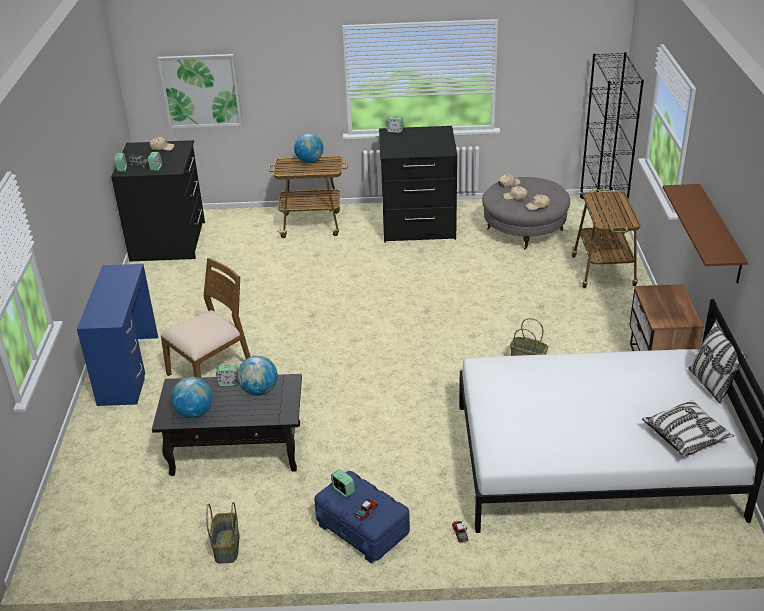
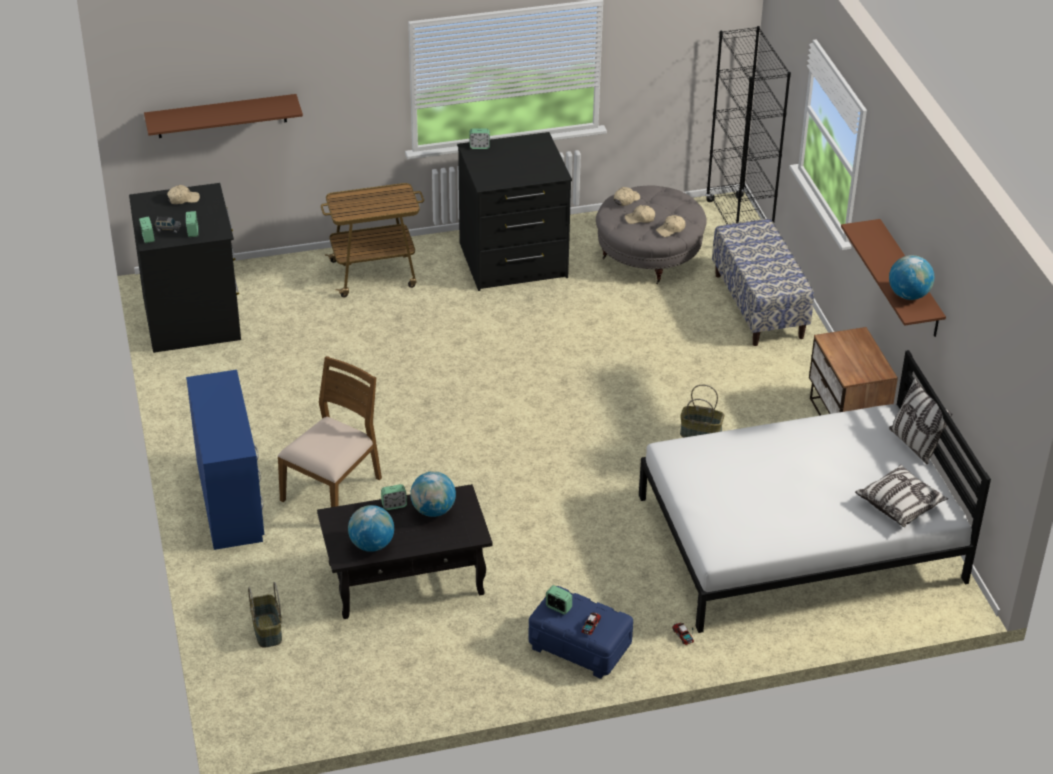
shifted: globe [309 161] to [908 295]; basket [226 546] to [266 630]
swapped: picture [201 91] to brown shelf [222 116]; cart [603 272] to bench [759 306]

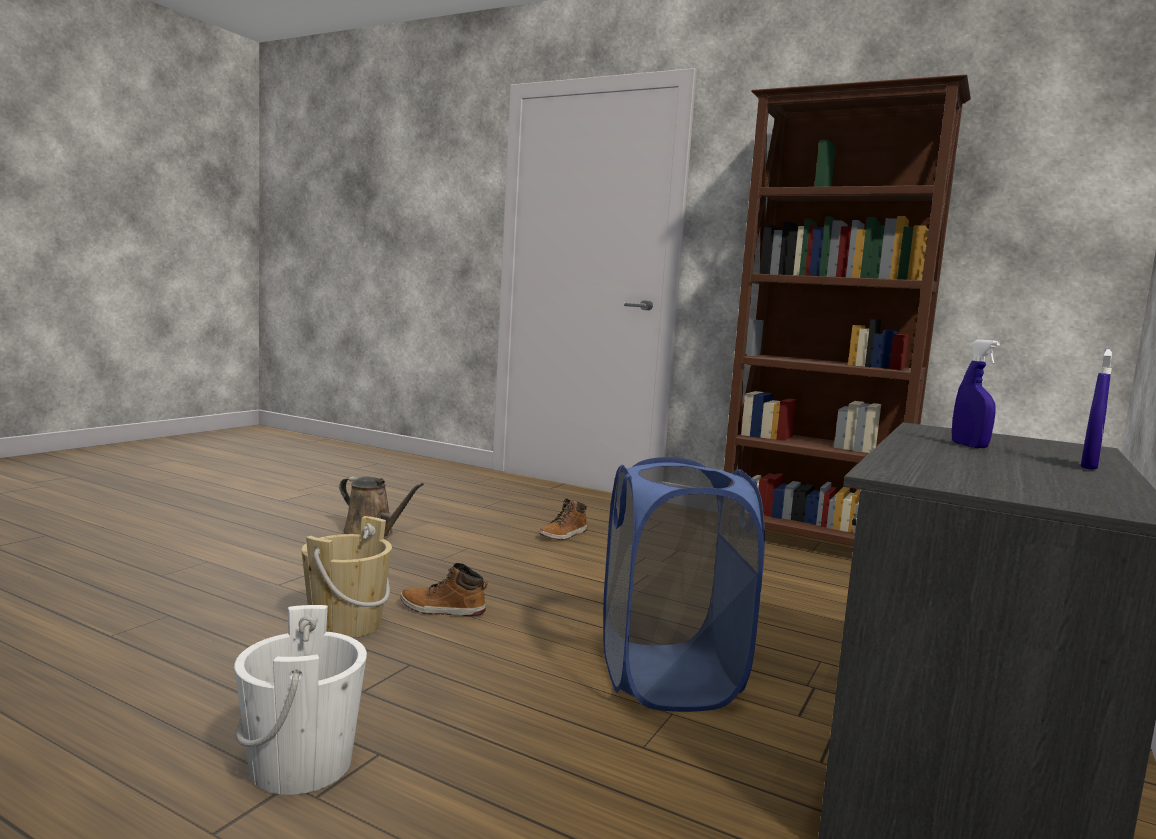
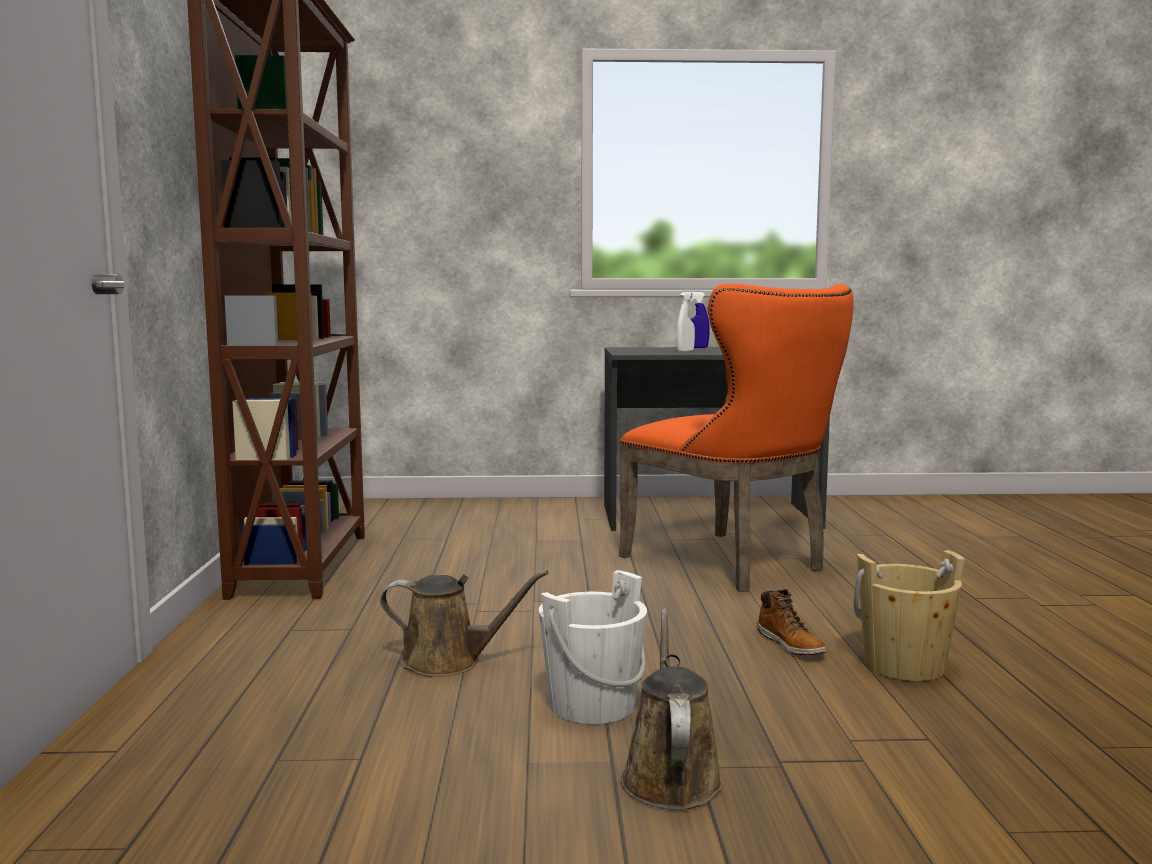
shifted: white bucket [301 765] to [592 705]
swapped: blue laundry basket [668 677] to orange chair [734 564]; boot [564 535] to brown watering can [449 662]
repainted: blue spray bottle [969 445] to white spray bottle [685 351]

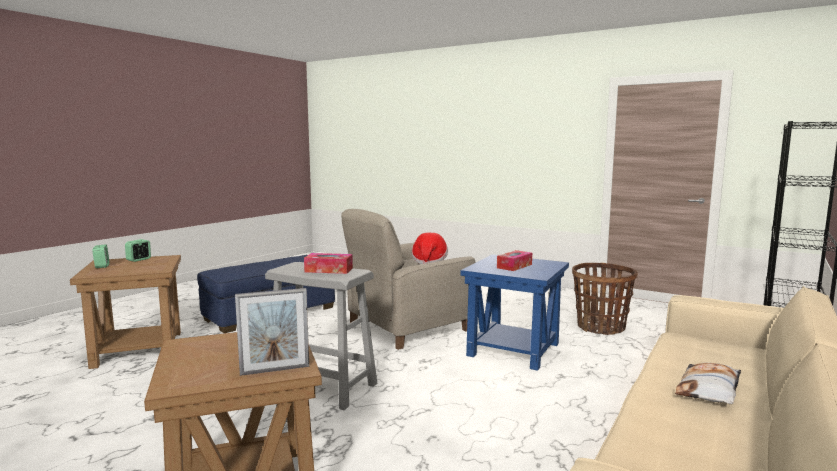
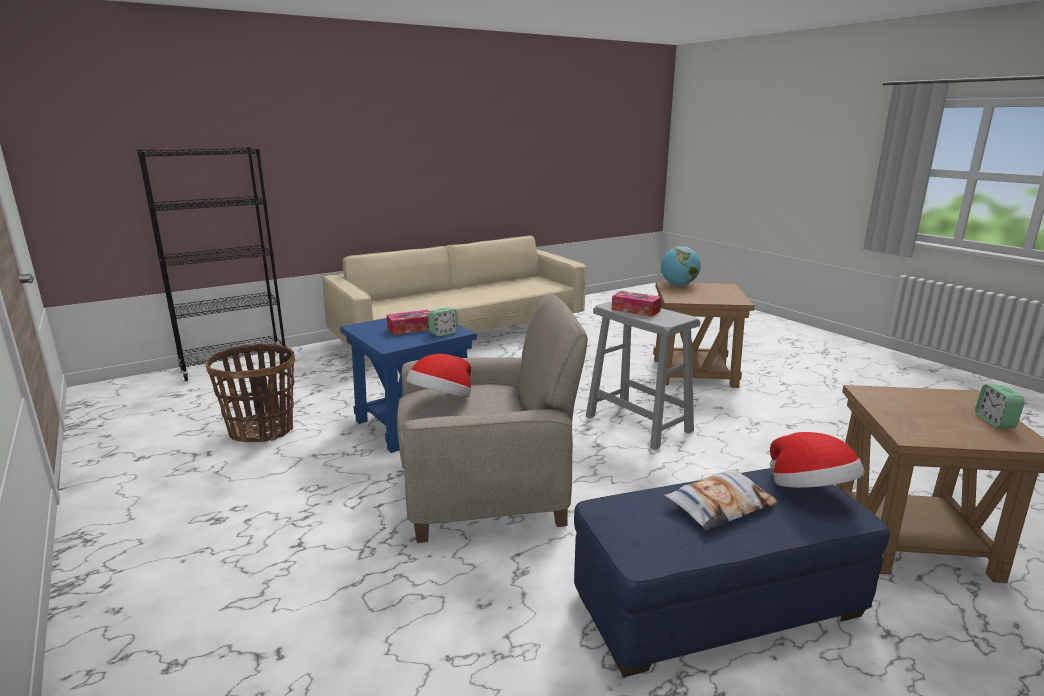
new: hat [810 491]
shifted: alarm clock [139 259] to [443 333]; pillow [709 390] to [720 505]
swapped: picture frame [275 370] to globe [678 285]

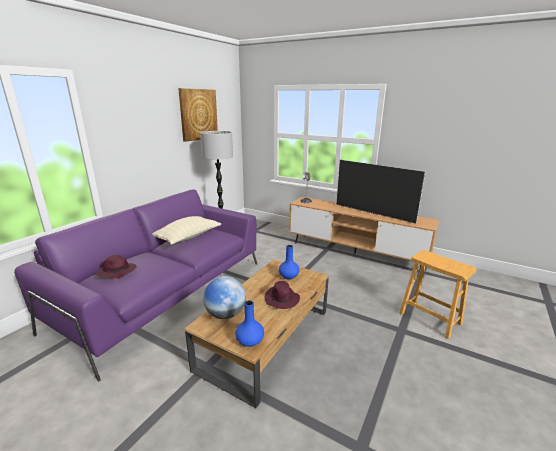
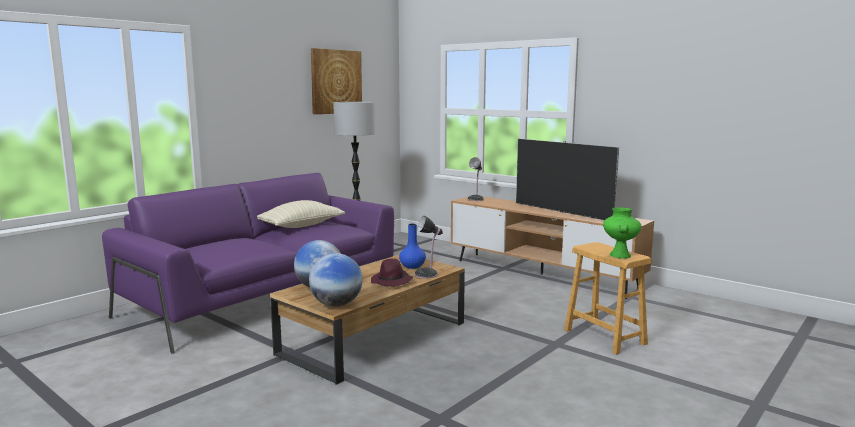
gone: purple hat [116 272]
new: green vase [619 255]; table lamp [427 274]
swapped: blue vase [249 341] to globe [336 305]

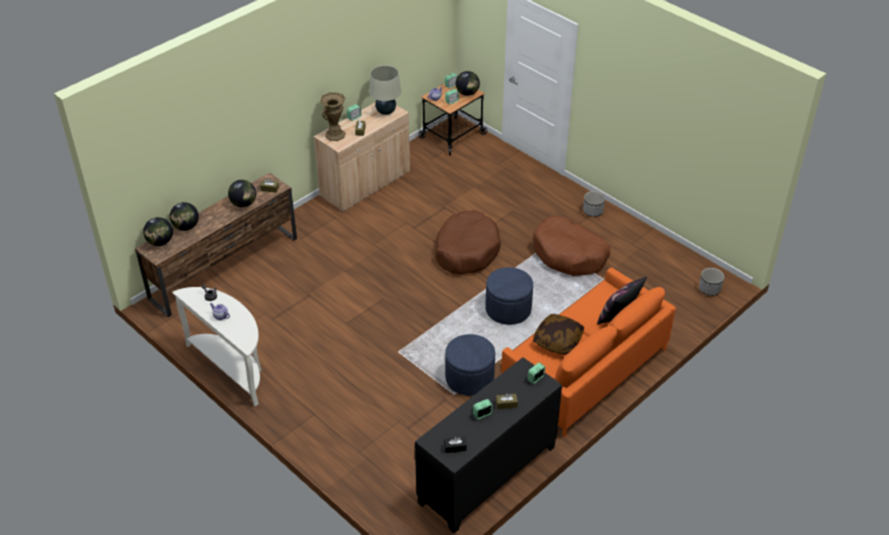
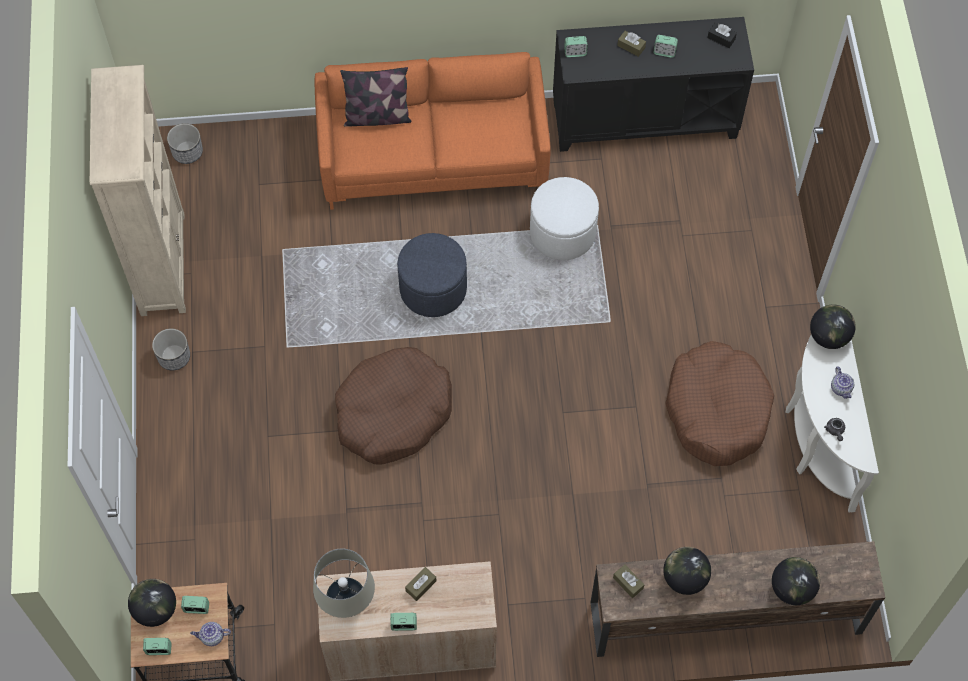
gone: brown vase [335 135]; pillow [558 340]
new: beige bookcase [163 263]
shifted: brown dog bed [569 254] to [717 410]; globe [160 242] to [829 336]
repainted: blue ottoman [469 378] to white ottoman [562 232]

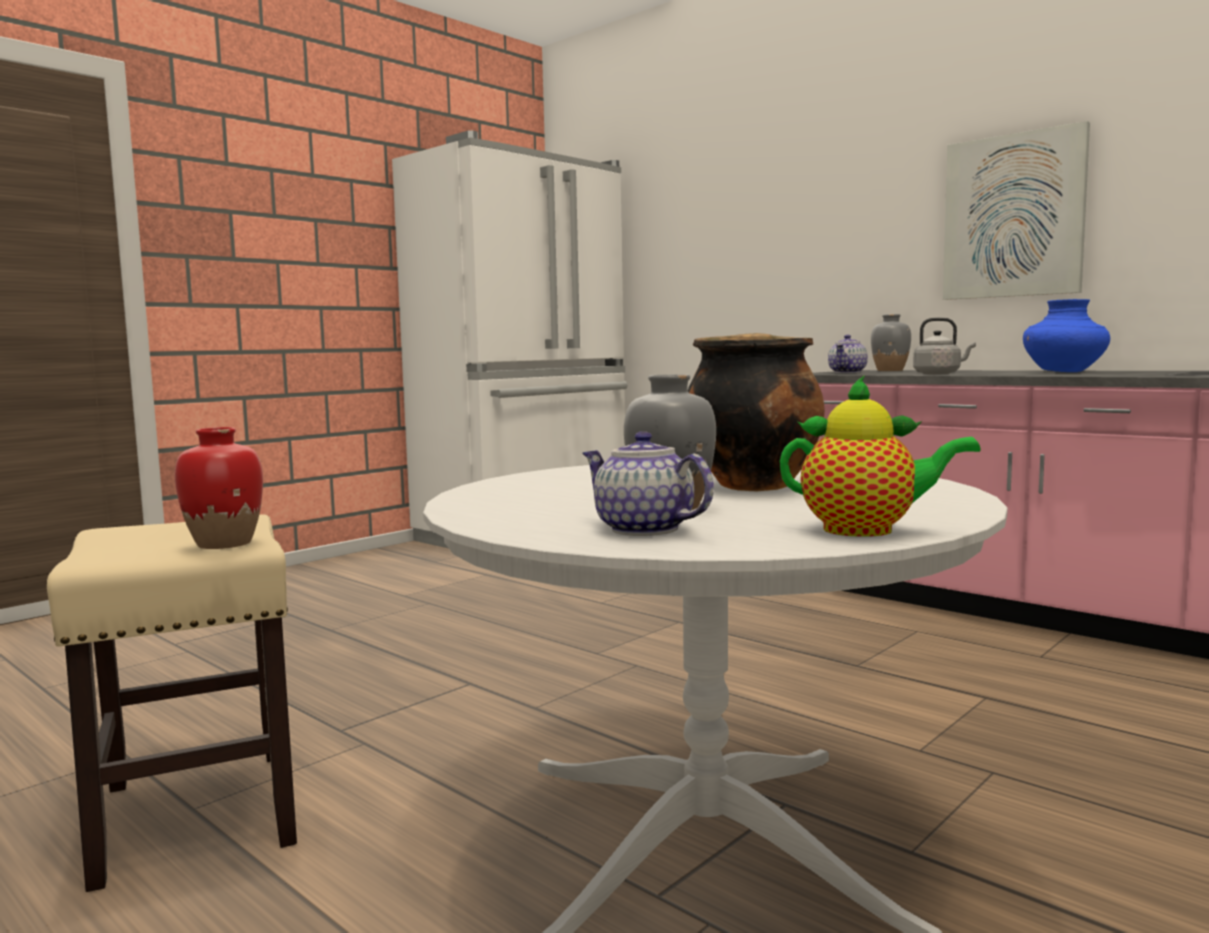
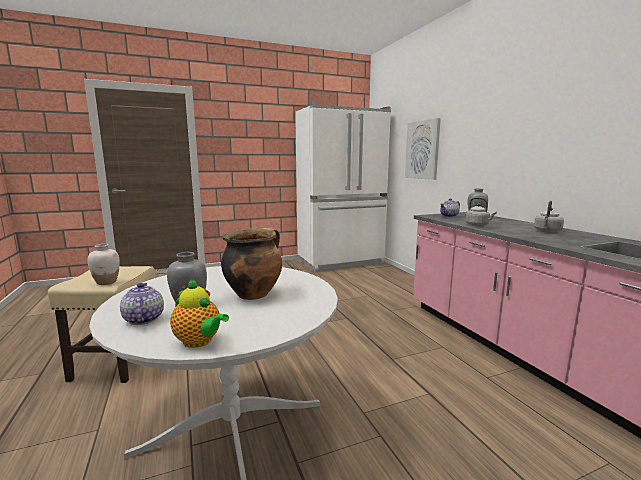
shifted: picture [1013 216] to [422 150]
swapped: blue vase [1064 372] to grey kettle [547 231]
repainted: red vase [224 543] to white vase [107 282]

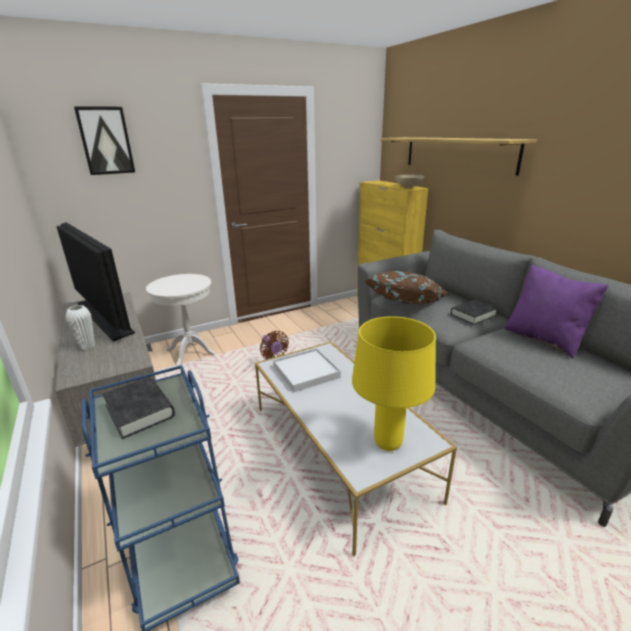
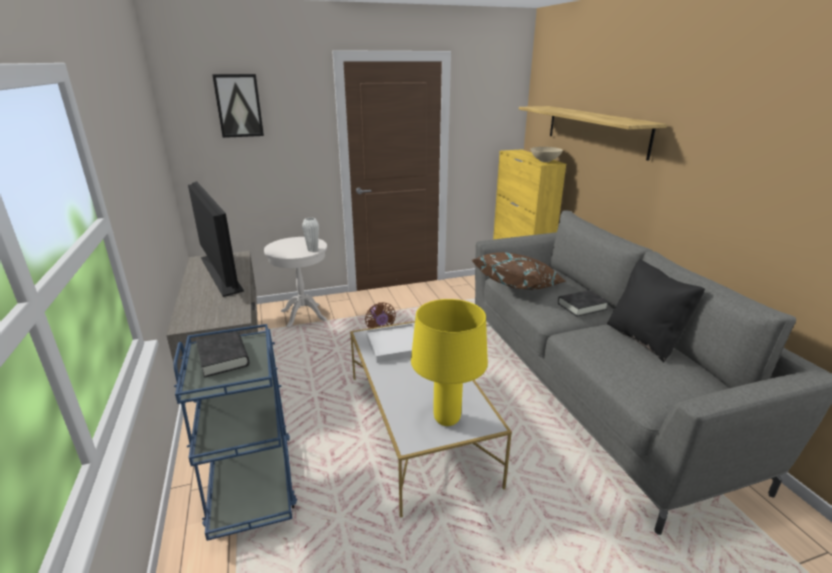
shifted: white vase [87 346] to [312 250]
repainted: purple pillow [544 339] to black pillow [644 340]

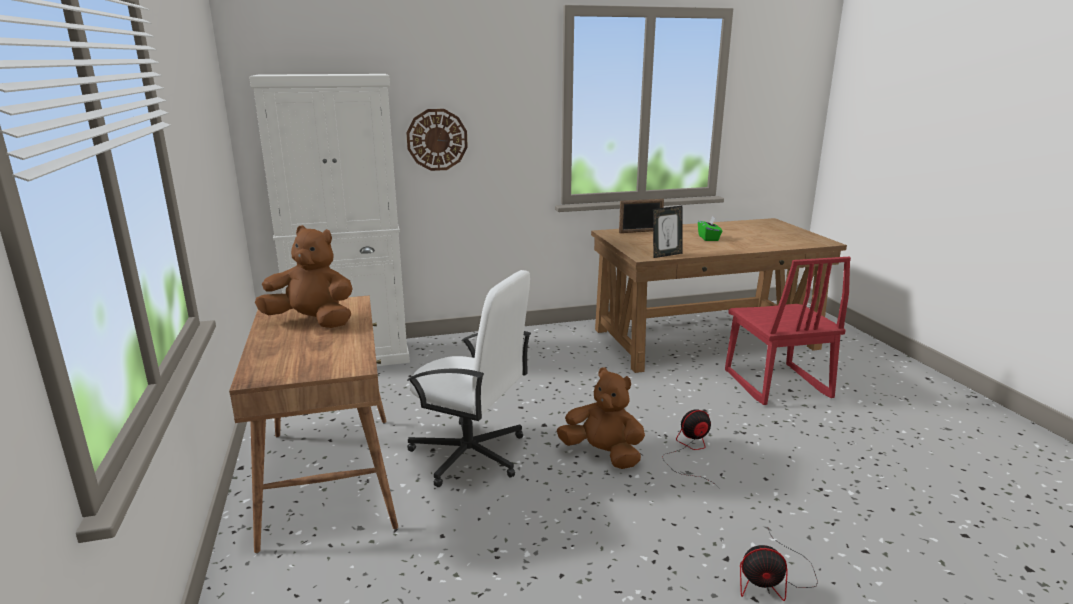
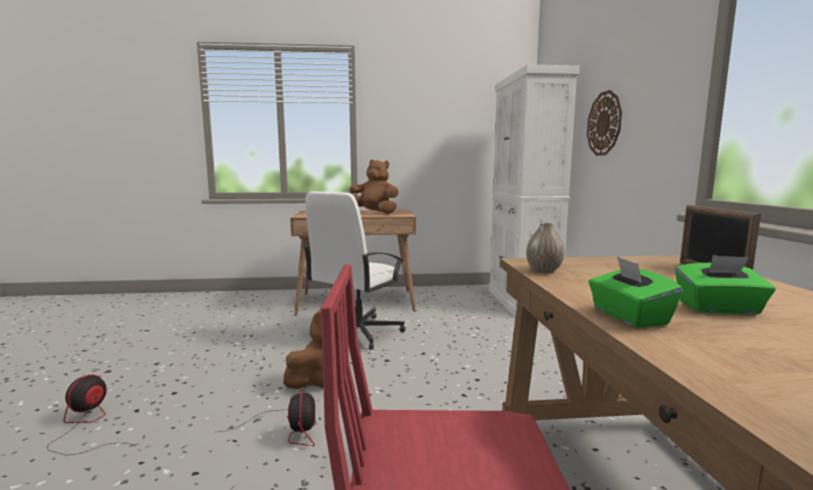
new: green tissue box [628 317]
swapped: picture frame [666 255] to vase [544 271]
rotated: brown plush toy [312 321] = [374 213] 90 degrees counterclockwise

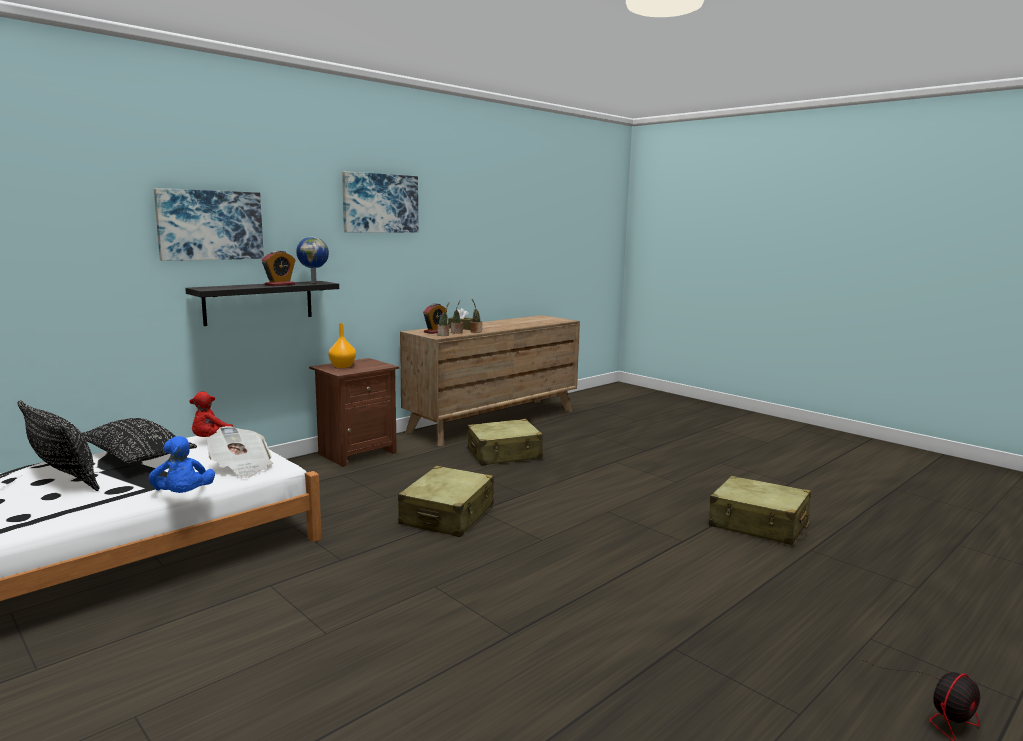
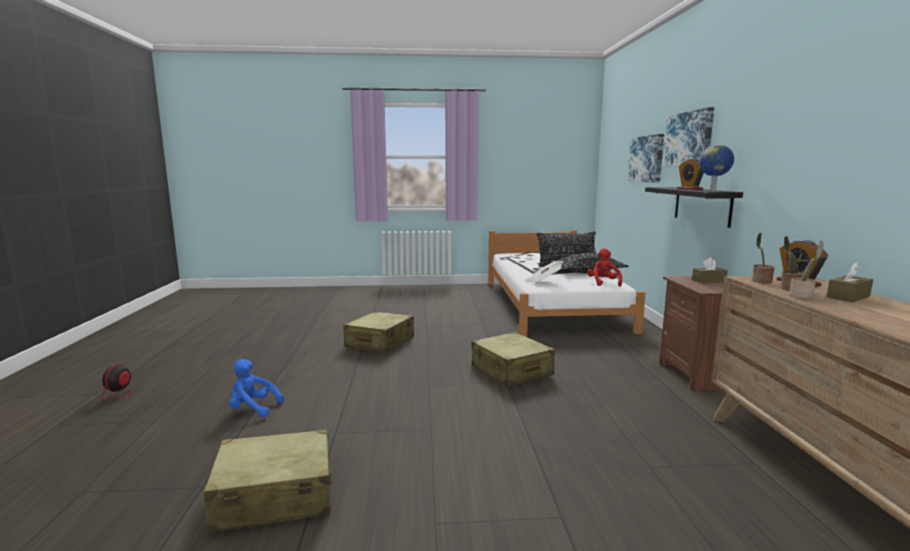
shifted: picture [380 203] to [646 159]; beige suitcase [504 454] to [380 342]; blue plush toy [183 496] to [253 409]
swapped: orange vase [343 366] to brown tissue box [708 281]

